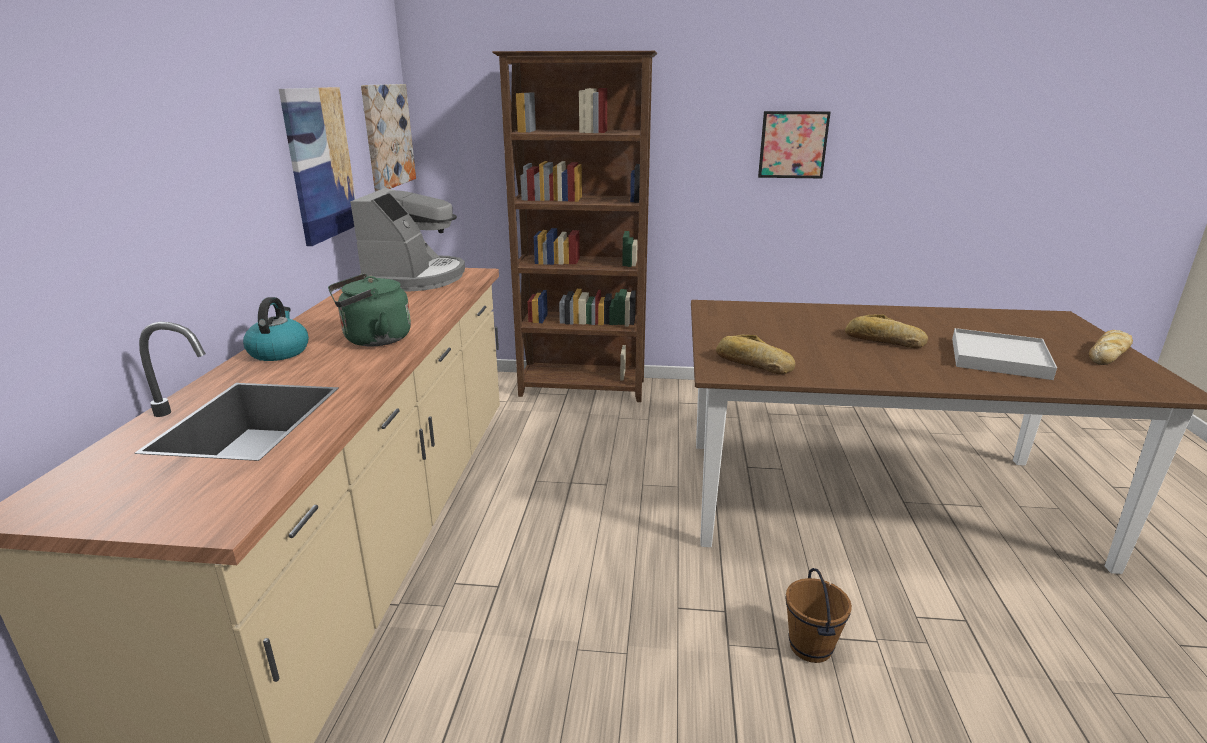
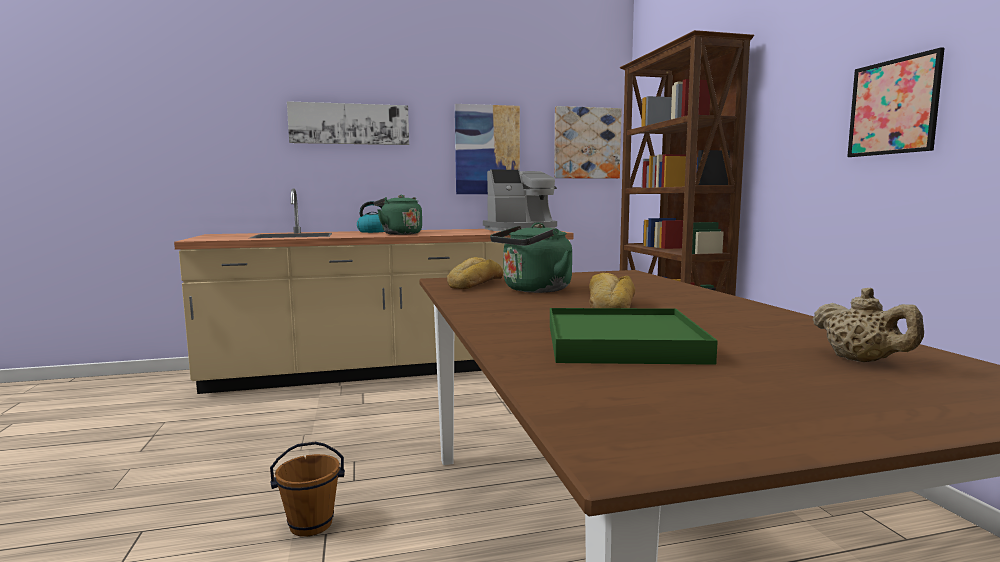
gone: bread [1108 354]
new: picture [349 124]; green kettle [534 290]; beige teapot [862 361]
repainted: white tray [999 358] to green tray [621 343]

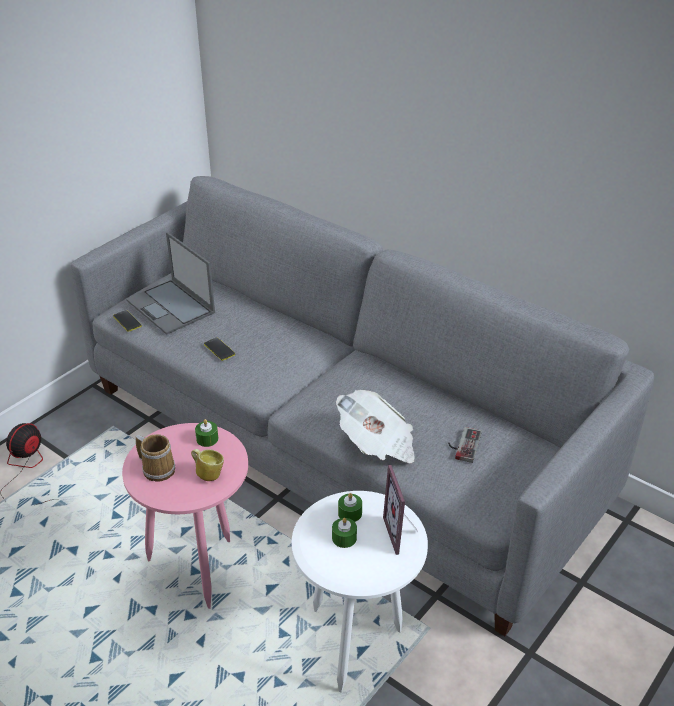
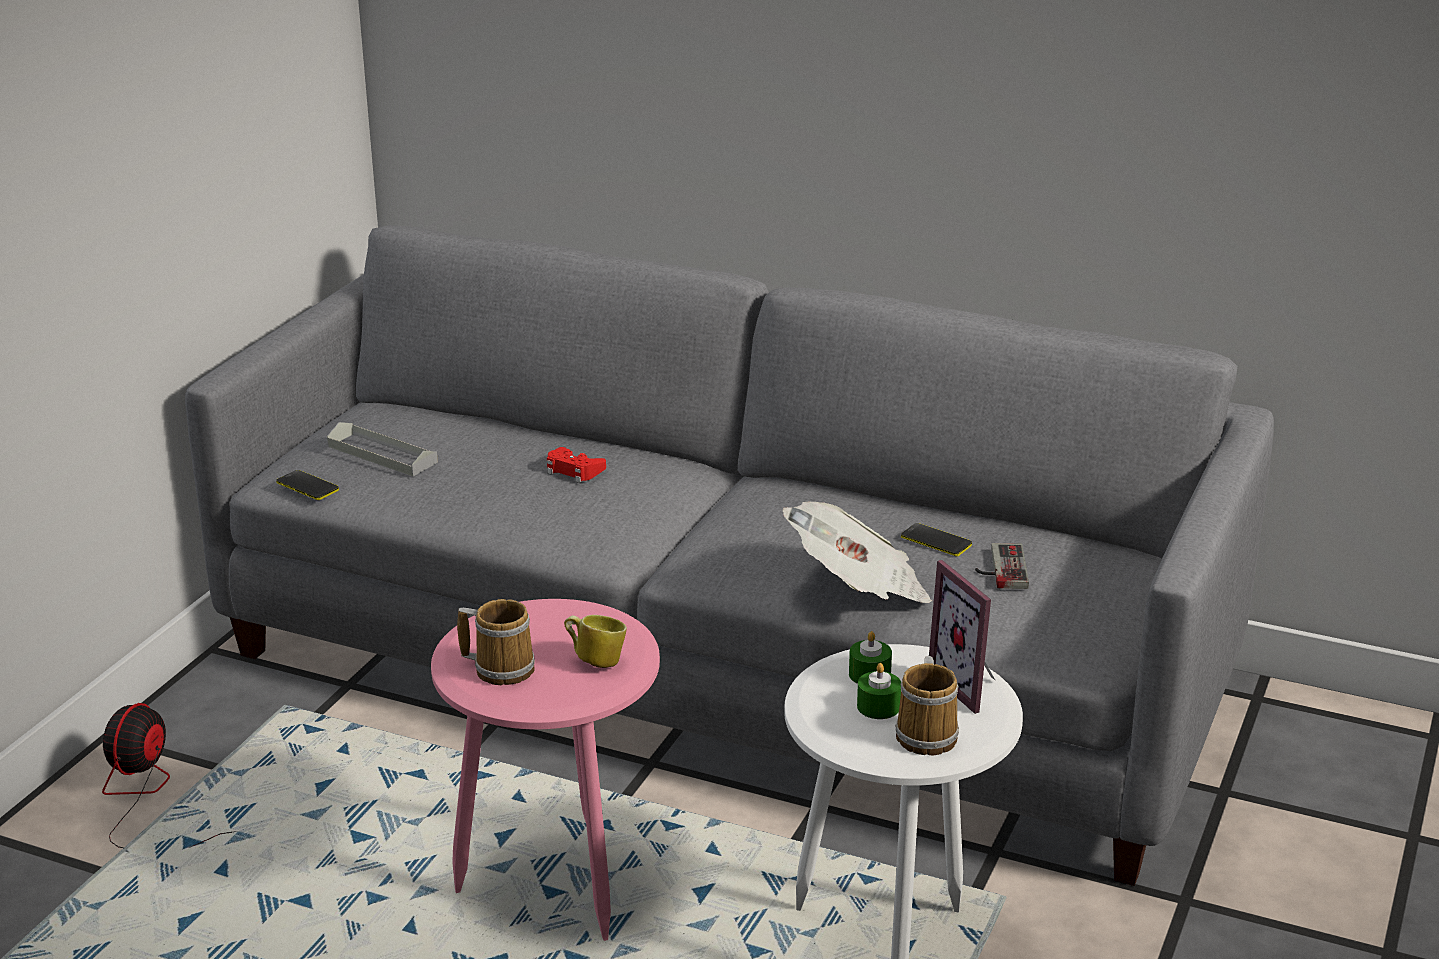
gone: green candle [207 439]
new: red game controller [573 471]; mug [928 734]
shifted: phone [219 349] to [936 541]
swapped: laptop [171 307] to grey tray [382 454]

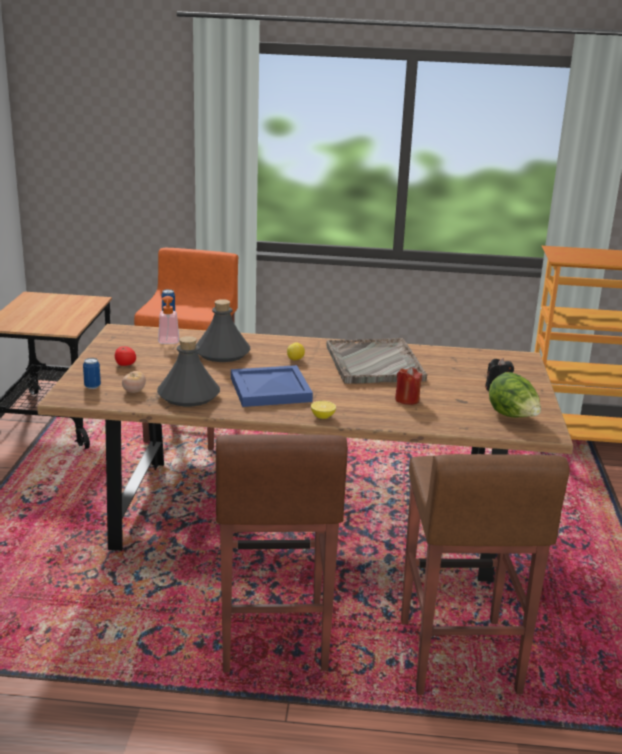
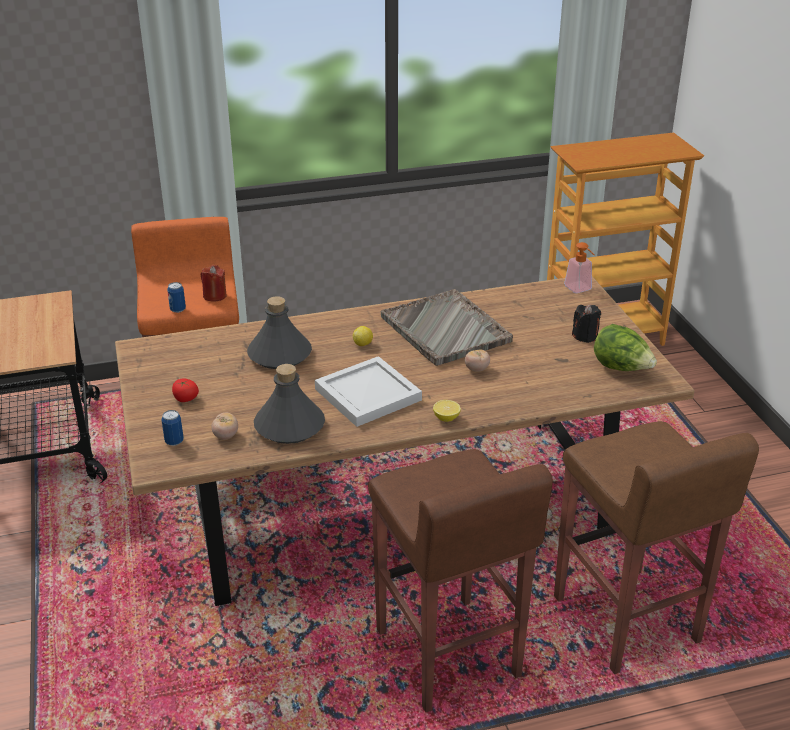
new: tomato [477 369]
shifted: soap dispenser [168 342] to [580 290]; red candle [407 400] to [215 296]
repainted: blue tray [269 389] to white tray [366 394]

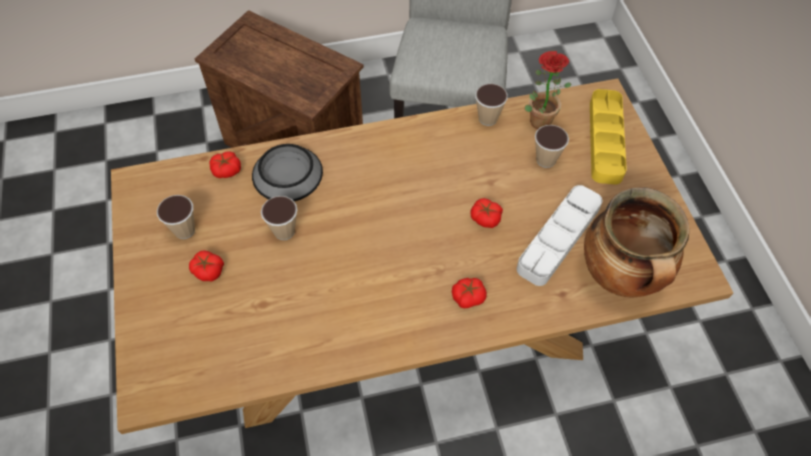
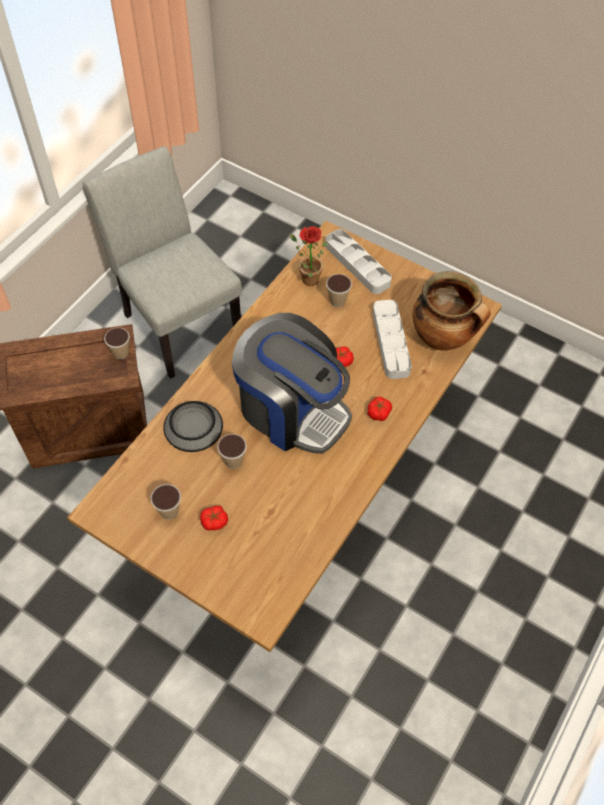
gone: tomato [227 170]
new: coffee machine [292 410]
shifted: cup [488 119] to [121 353]
repainted: yellow tray [605 140] to grey tray [357 264]

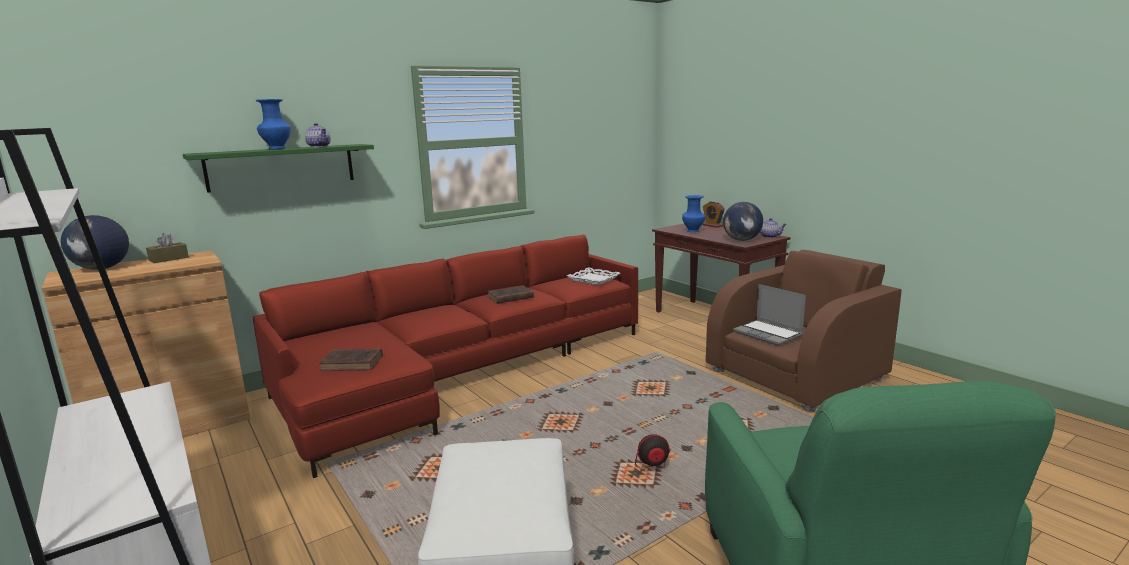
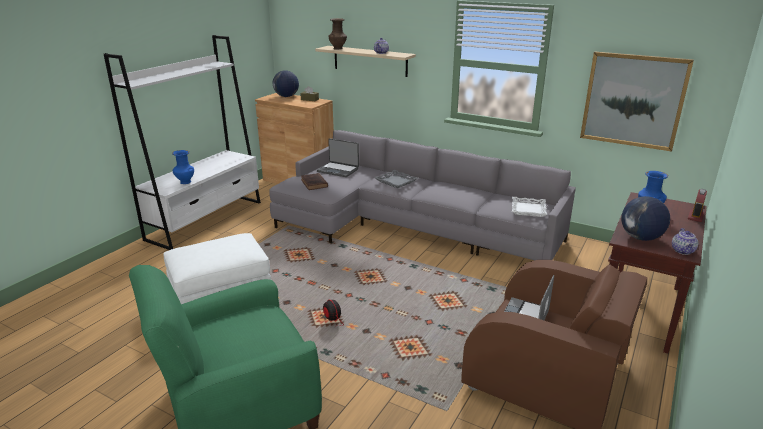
gone: brown book [509 297]
new: brown vase [338 48]; picture [633 100]; laptop [338 170]; grey tray [395 182]
shifted: blue vase [276 148] to [185 182]
repainted: green shelf [281 167] to beige shelf [370 61]; red sofa [458 373] to grey sofa [409 226]

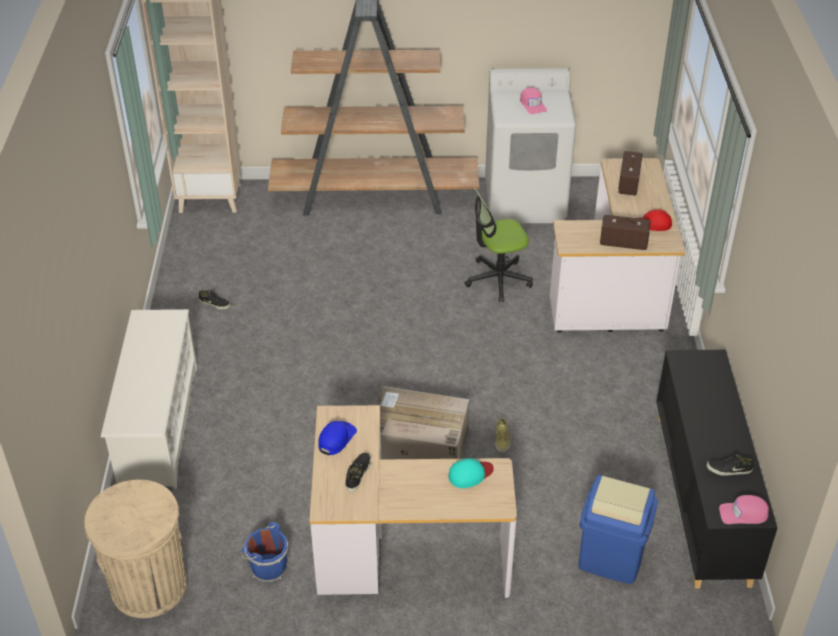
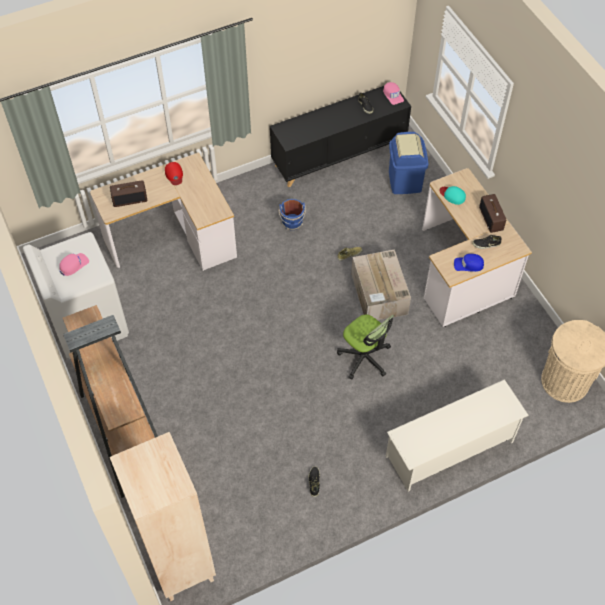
shifted: office chair [498 279] to [364 358]; radio [623 242] to [491 219]; blue bucket [267 568] to [292 223]

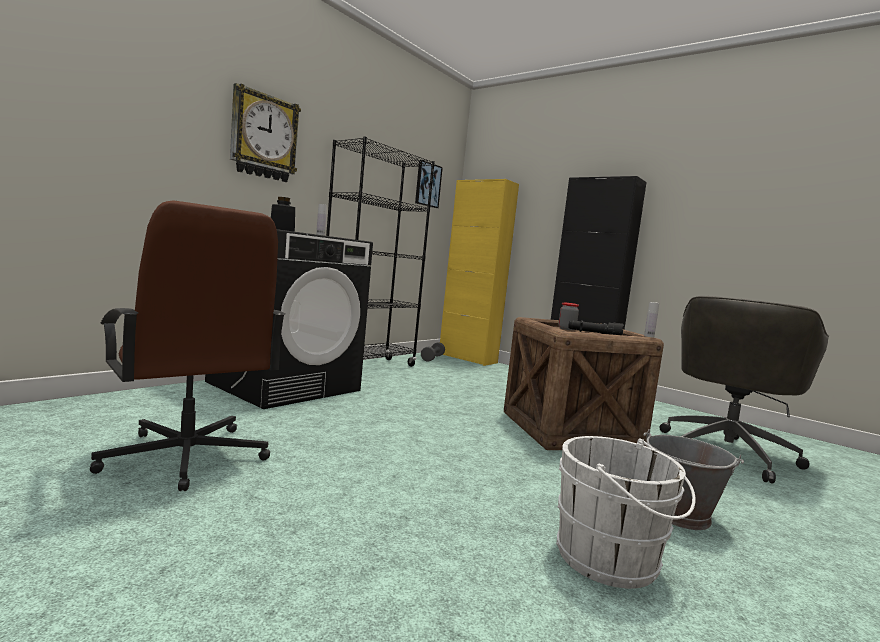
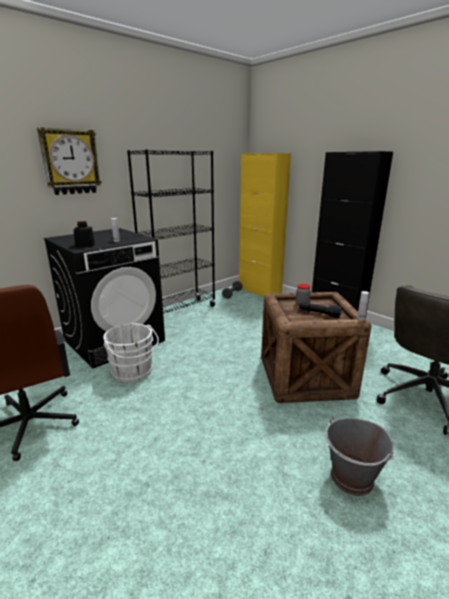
gone: picture [427 184]
shifted: white bucket [613 561] to [133 372]

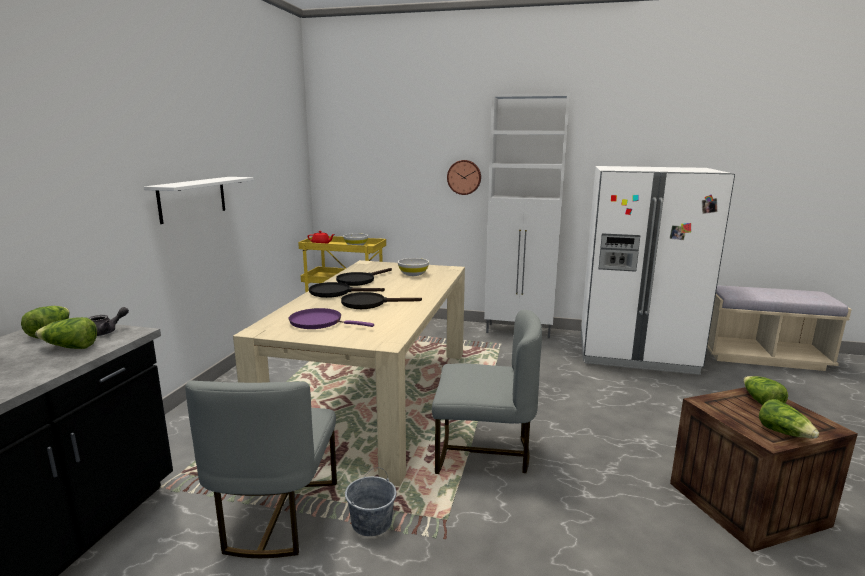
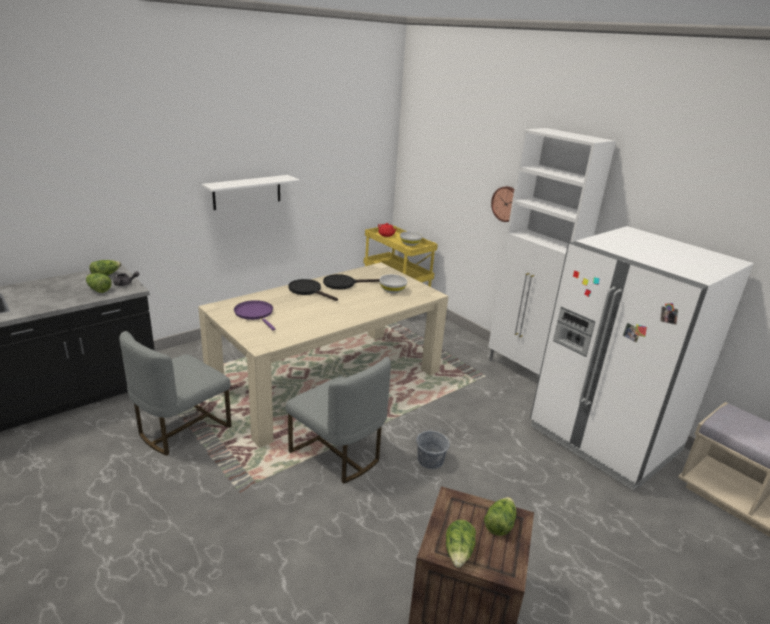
gone: black frying pan [370 303]
shifted: grey bucket [372 522] to [430 460]

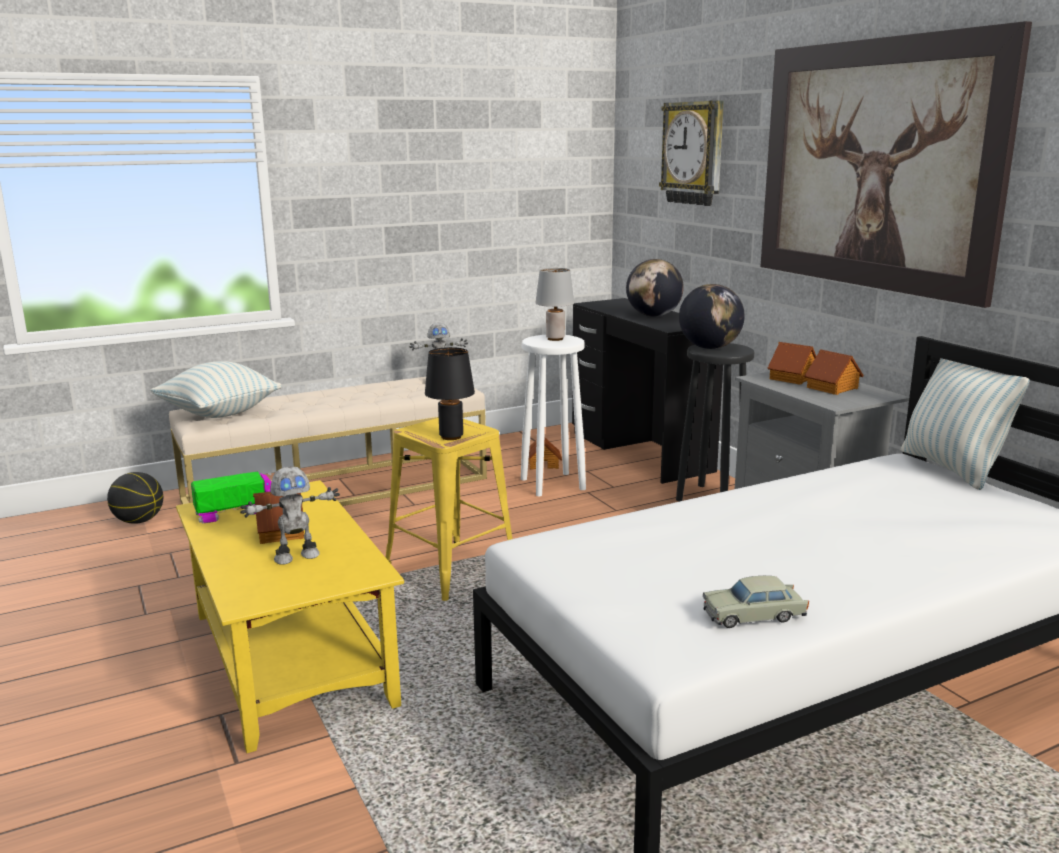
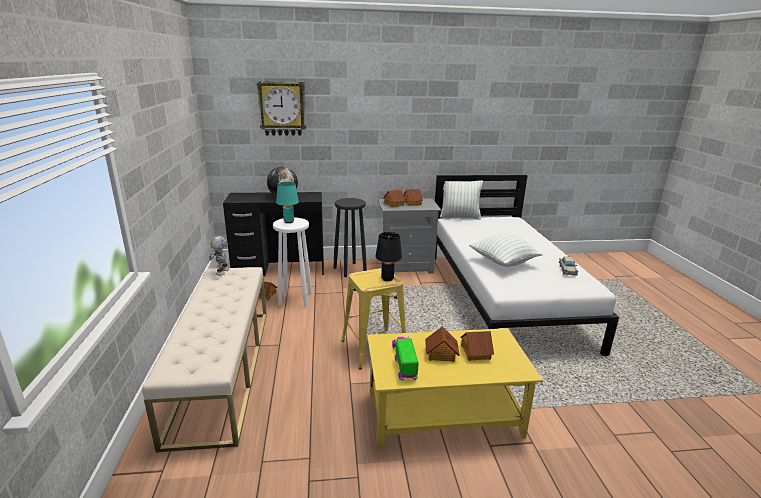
gone: picture [875 165]; globe [710 348]; basketball [139 521]
shifted: pillow [219 413] to [503 263]
swapped: toy robot [296 556] to toy house [475 352]
repainted: grey table lamp [555 339] to turquoise table lamp [289 221]

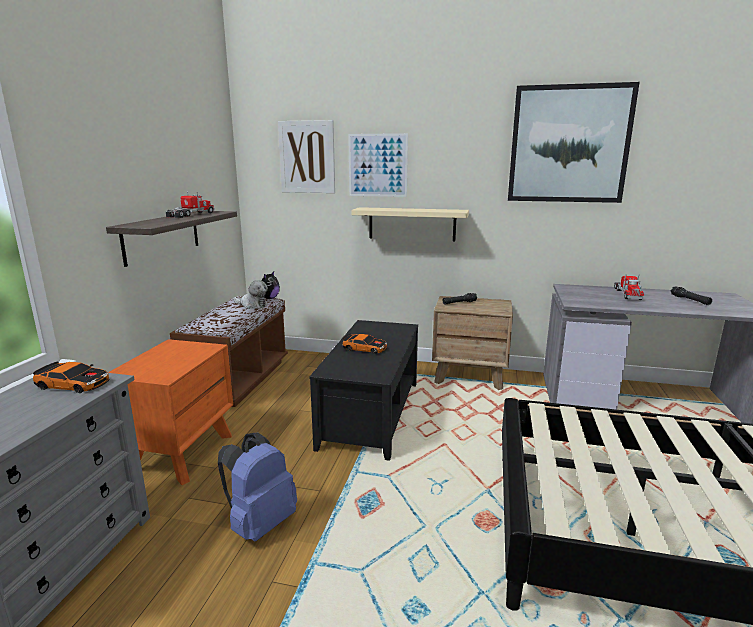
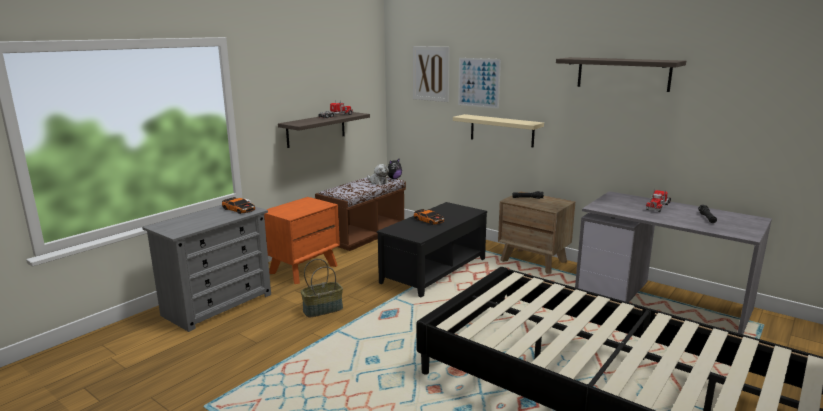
swapped: picture [569 144] to shelf [623 74]; blue backpack [260 523] to basket [323 309]

